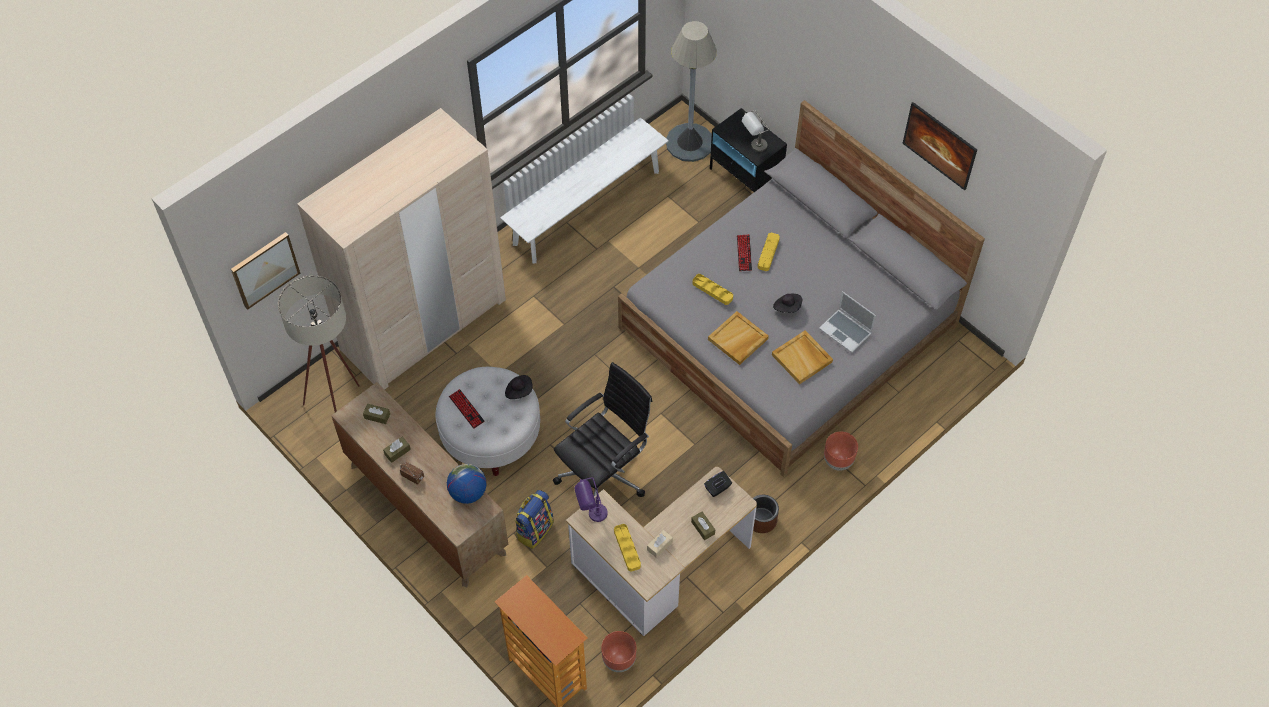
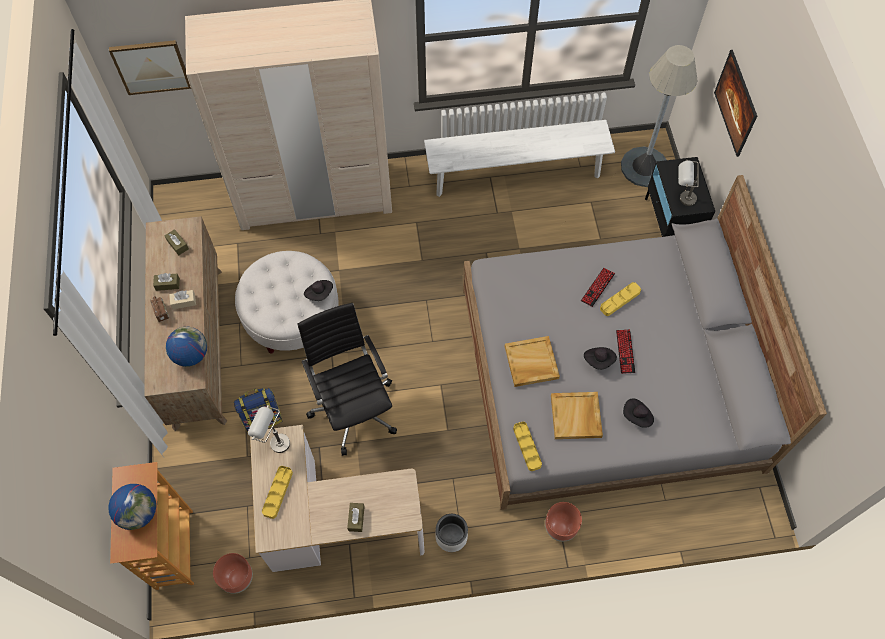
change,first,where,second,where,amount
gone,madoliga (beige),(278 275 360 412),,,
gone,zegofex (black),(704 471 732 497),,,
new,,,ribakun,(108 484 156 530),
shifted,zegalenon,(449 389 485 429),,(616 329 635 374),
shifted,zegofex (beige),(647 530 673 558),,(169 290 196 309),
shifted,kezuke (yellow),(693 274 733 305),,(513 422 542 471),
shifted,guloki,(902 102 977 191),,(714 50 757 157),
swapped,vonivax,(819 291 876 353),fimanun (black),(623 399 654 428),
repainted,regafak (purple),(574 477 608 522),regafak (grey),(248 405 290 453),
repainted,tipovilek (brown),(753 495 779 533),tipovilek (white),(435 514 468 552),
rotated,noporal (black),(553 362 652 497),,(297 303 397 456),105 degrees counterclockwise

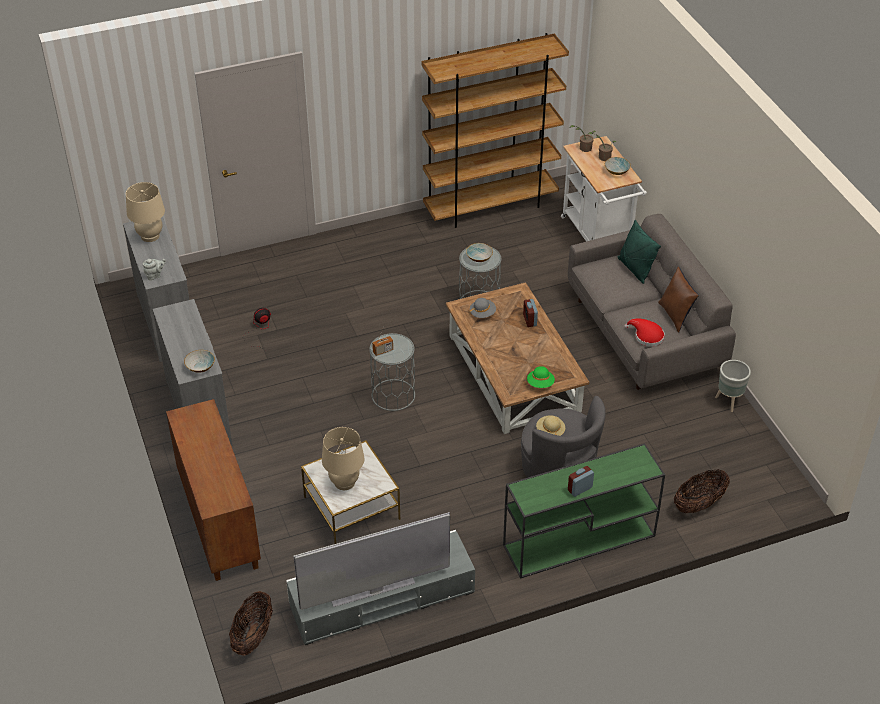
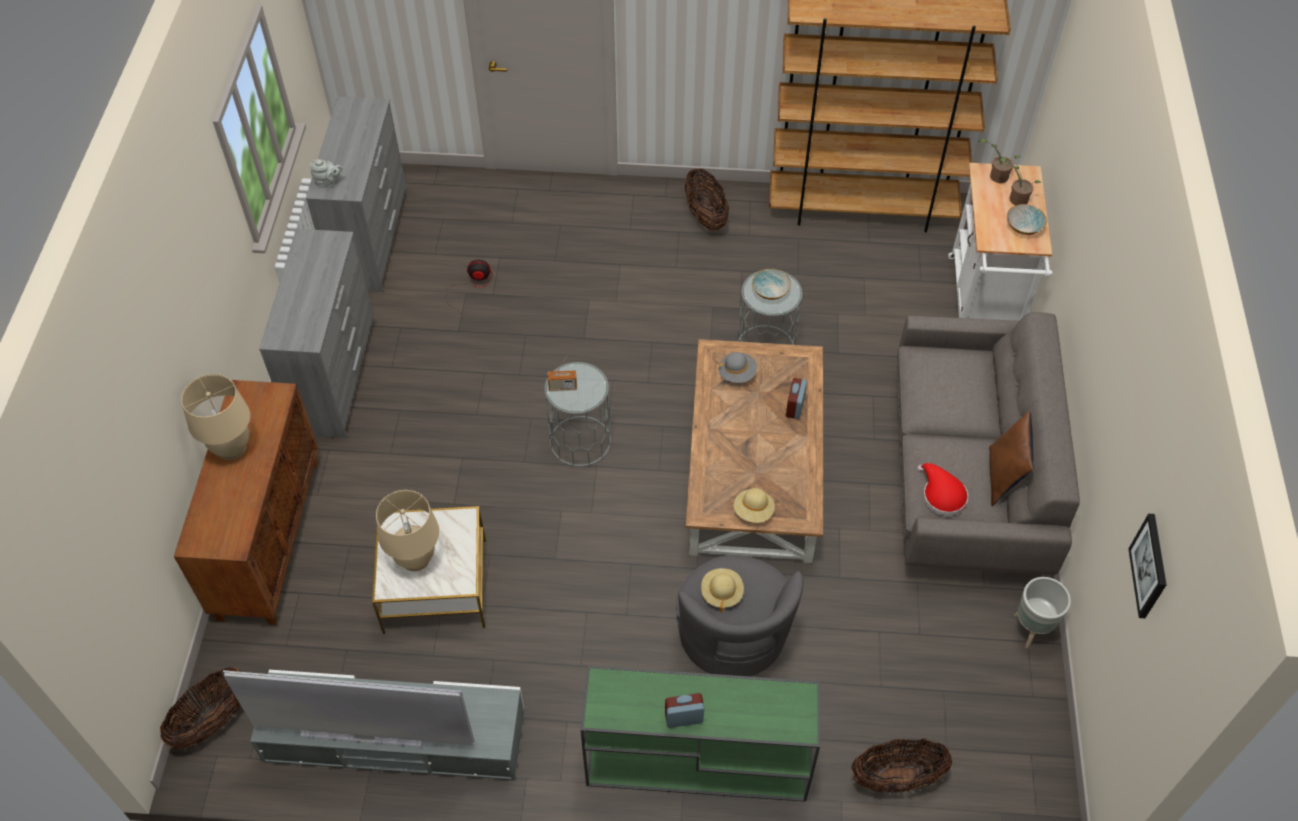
change,first,where,second,where,amount
gone,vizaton,(184 350 215 373),,,
gone,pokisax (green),(618 220 661 284),,,
new,,,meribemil,(685 168 729 231),
new,,,guloki,(1129 514 1167 618),
shifted,regafak (beige),(126 182 165 242),,(181 374 250 460),
repainted,fimanun (green),(527 366 555 388),fimanun (beige),(734 488 775 523),

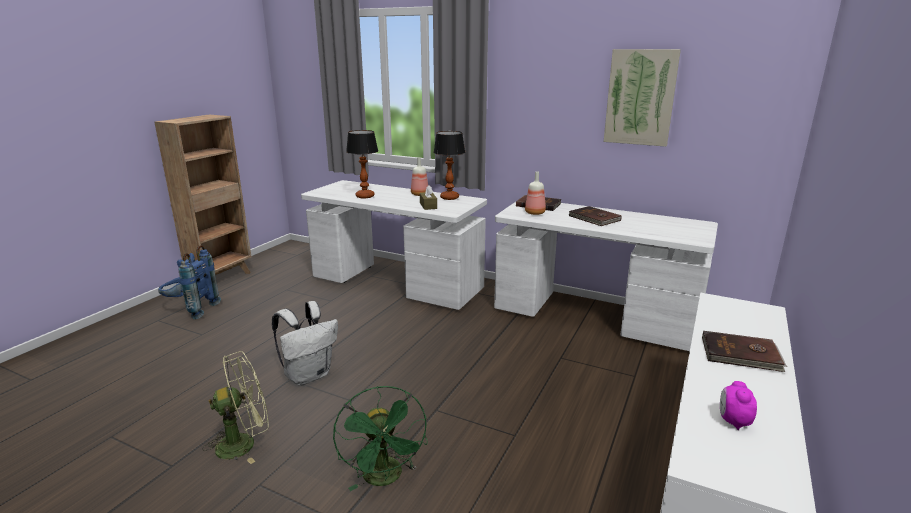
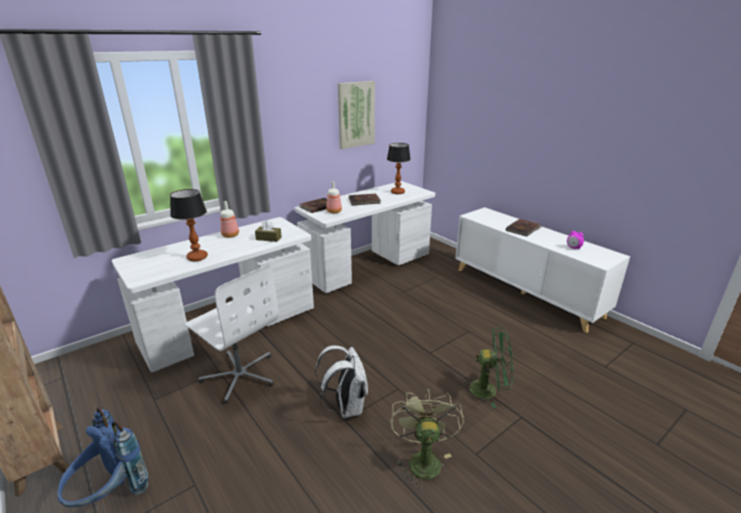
change,first,where,second,where,amount
new,,,noporal (white),(185 265 279 404),
shifted,regafak,(433 131 466 200),,(387 143 411 194),

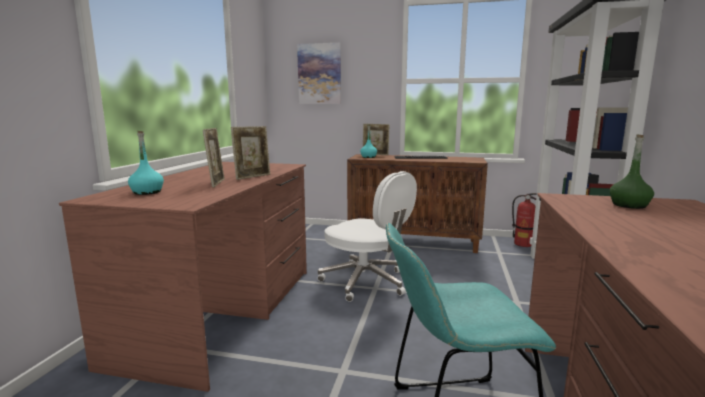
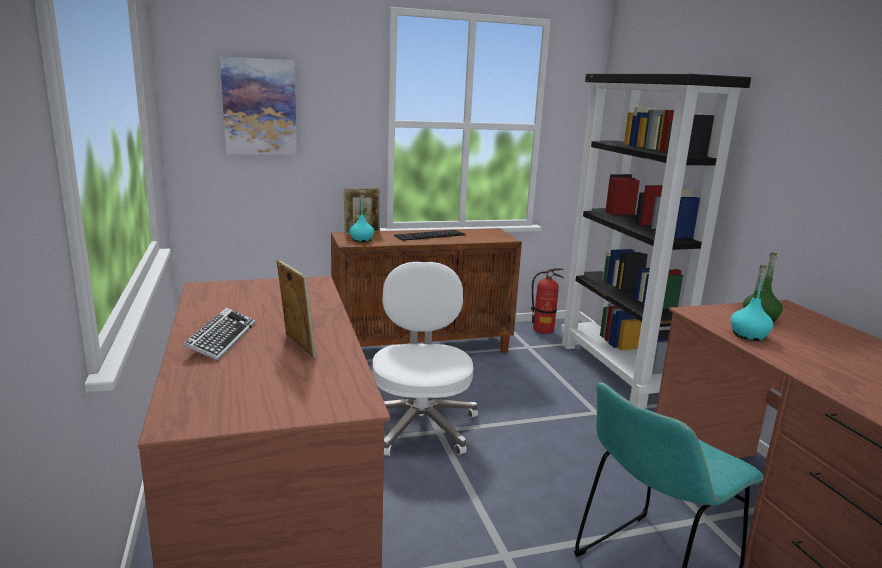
change,first,where,second,where,amount
gone,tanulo,(231 126 270 180),,,
new,,,zegalenon,(183 307 256 361),
shifted,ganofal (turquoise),(128 131 164 195),,(731 265 773 341),
rotated,noporal (white),(318 171 417 302),,(373 262 478 456),105 degrees counterclockwise

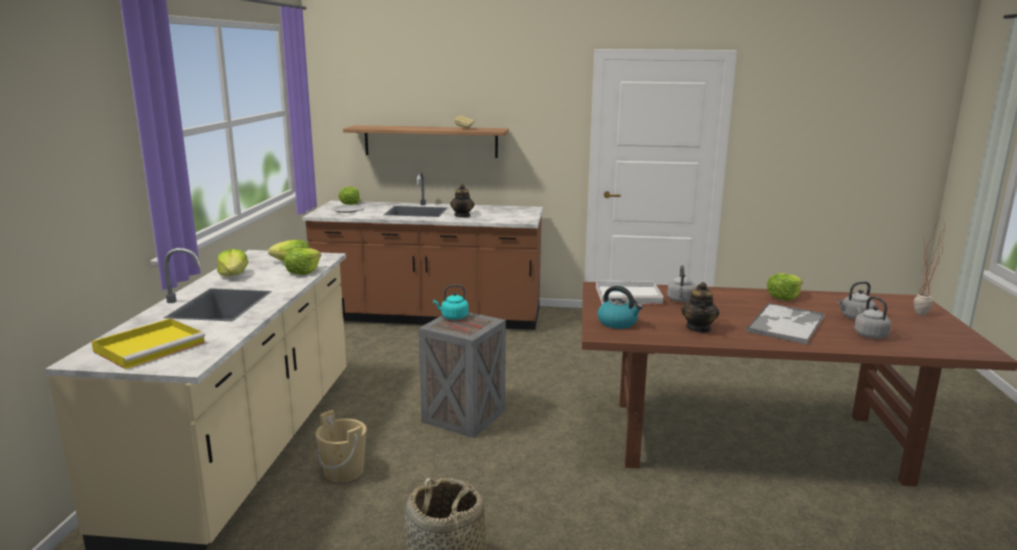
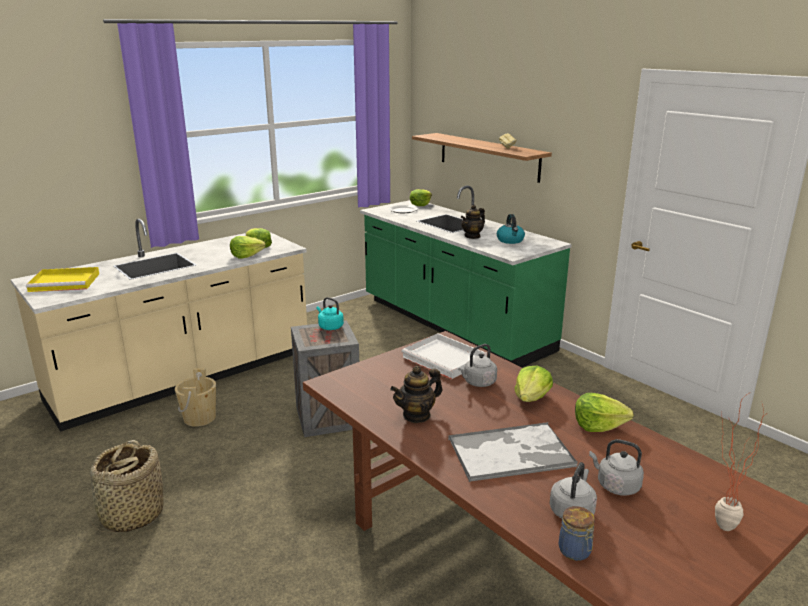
change,first,where,second,where,amount
new,,,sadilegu,(559 506 595 561),
shifted,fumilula,(217 249 248 277),,(515 366 553 402),
shifted,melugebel,(597 286 643 329),,(497 214 525 244),
repainted,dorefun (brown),(302 172 543 330),dorefun (green),(360 186 572 367),

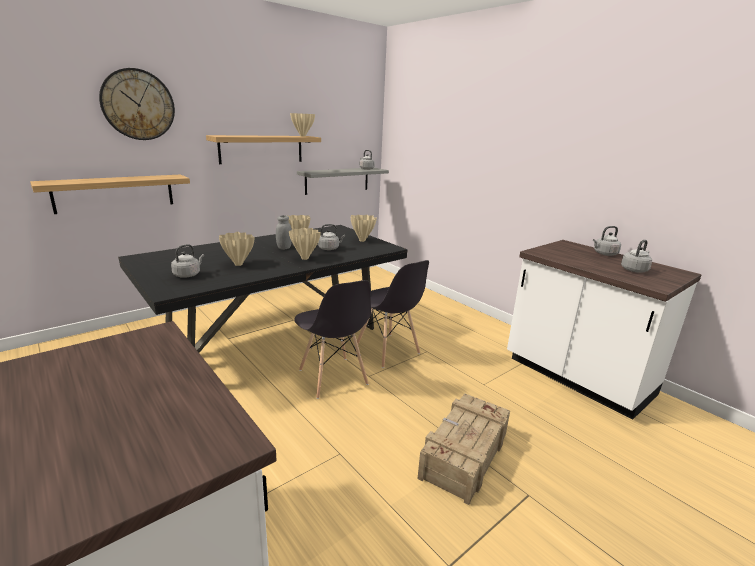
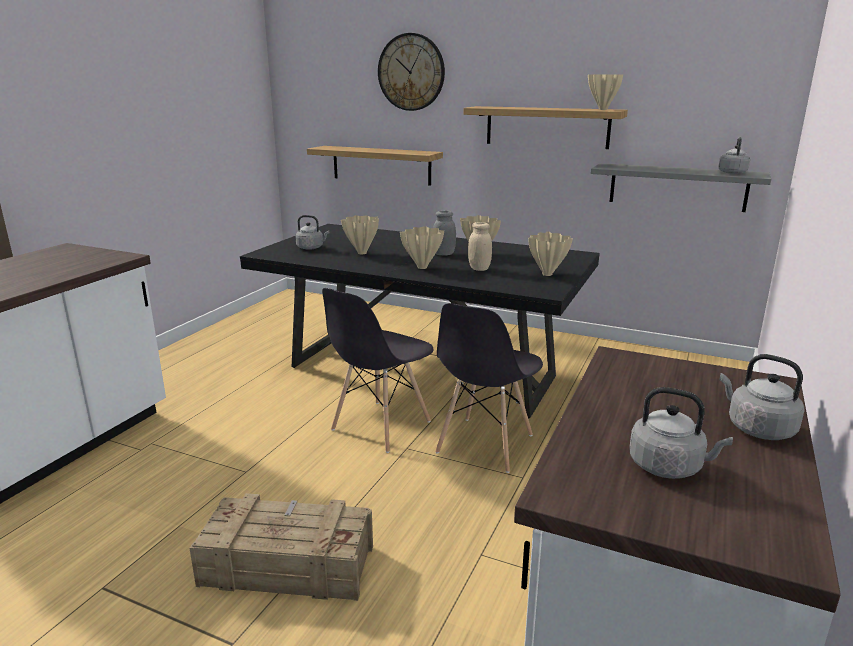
change,first,where,second,where,amount
swapped,melugebel (grey),(318 224 345 250),sadilegu (beige),(468 222 492 271),

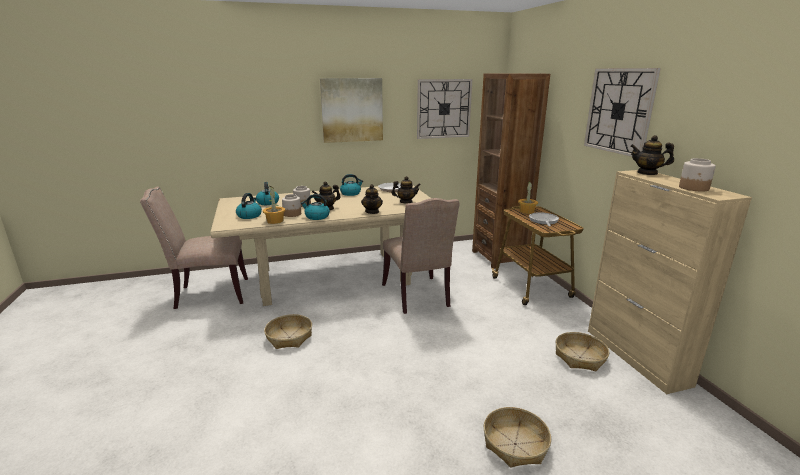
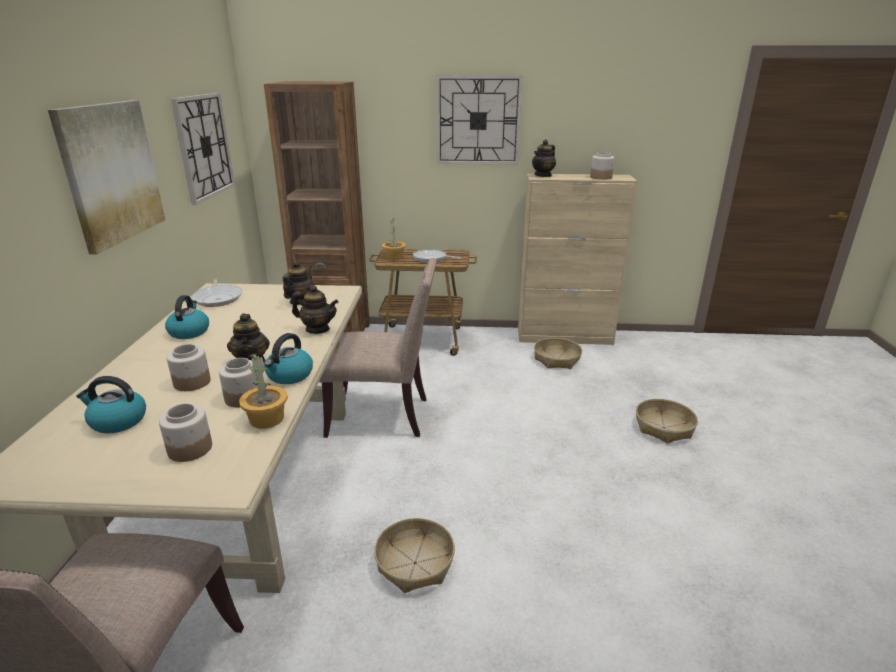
change,first,where,second,where,amount
swapped,melugebel,(236 193 262 219),sadilegu,(159 403 212 462),

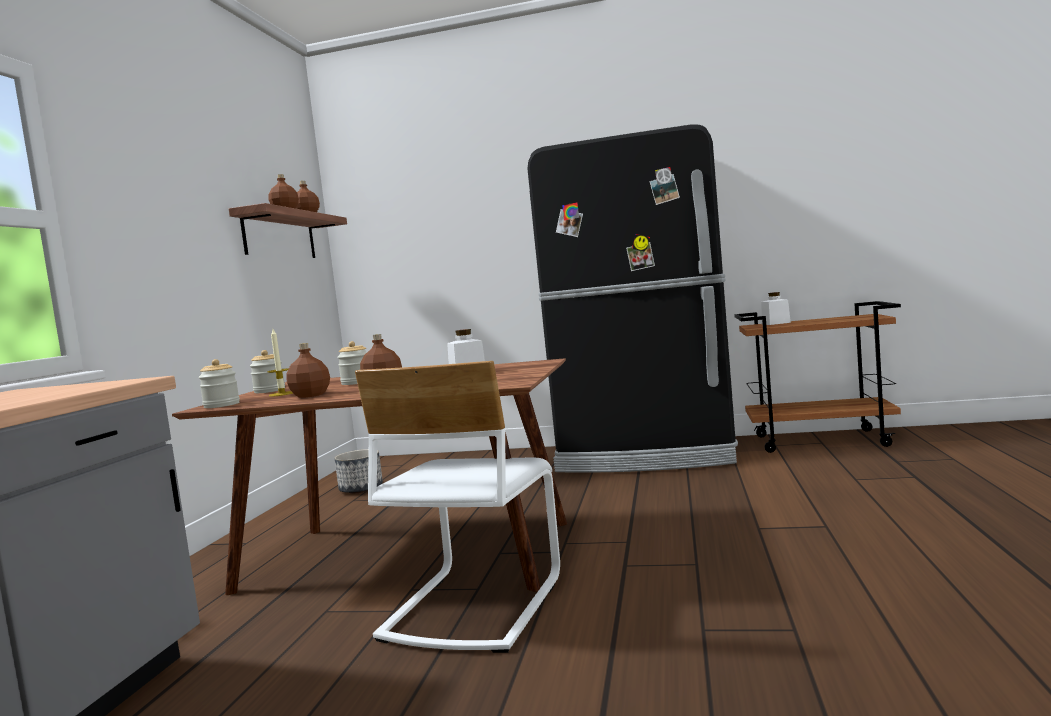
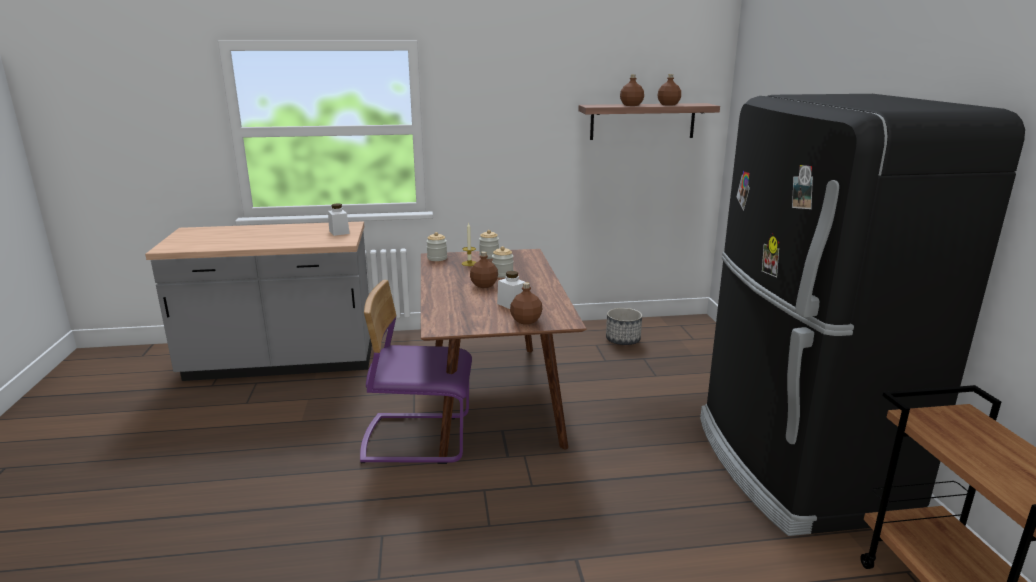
change,first,where,second,where,amount
shifted,ganofal (brown),(286 343 330 398),,(510 282 543 325),
shifted,sadilegu (white),(761 292 791 325),,(328 204 350 236),
repainted,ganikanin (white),(355 361 560 653),ganikanin (purple),(360 280 472 464),

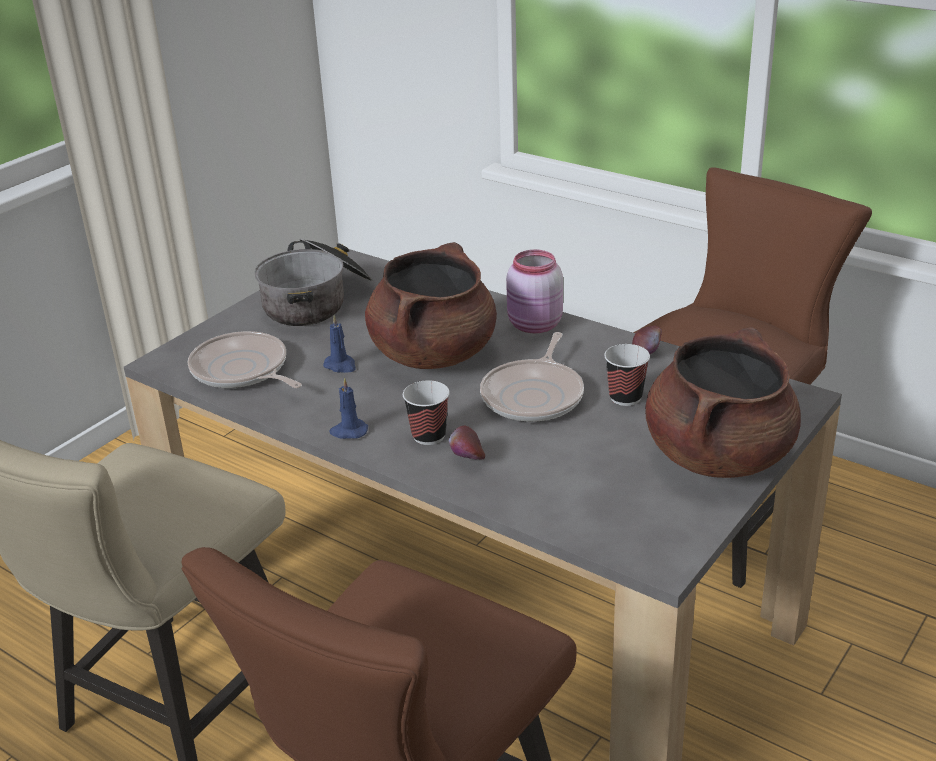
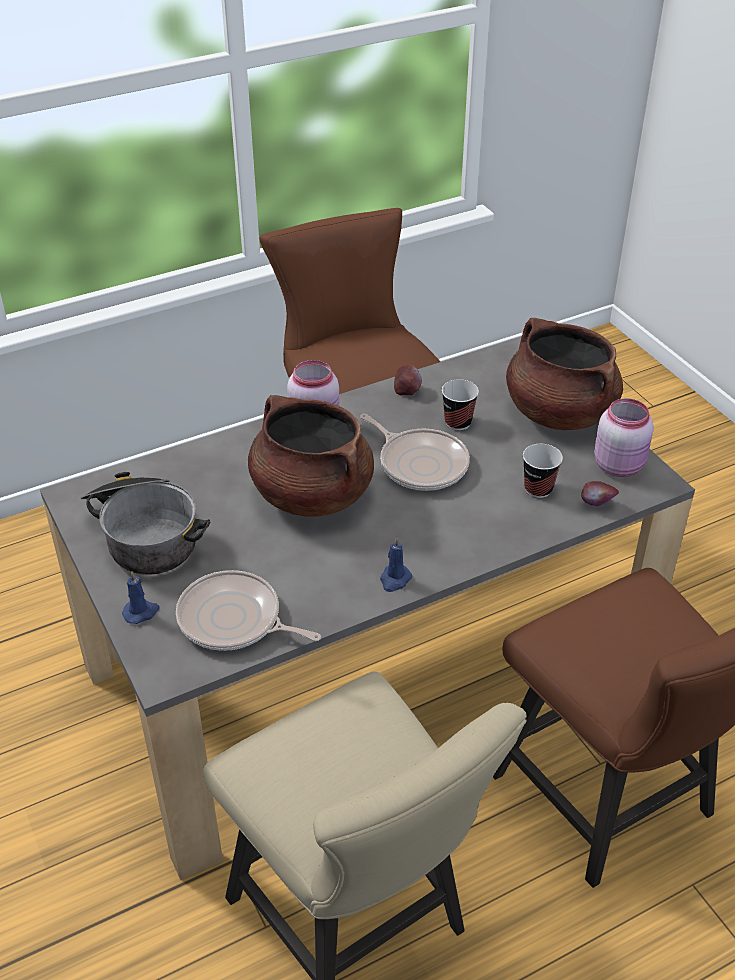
change,first,where,second,where,amount
new,,,sadilegu (pink),(594 398 654 477),
shifted,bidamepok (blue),(323 315 356 373),,(122 571 160 624),
shifted,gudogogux,(403 380 450 445),,(523 444 563 498),
shifted,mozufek,(449 425 485 460),,(581 481 619 506),
rotated,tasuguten,(187 331 302 388),,(176 570 321 651),45 degrees clockwise

